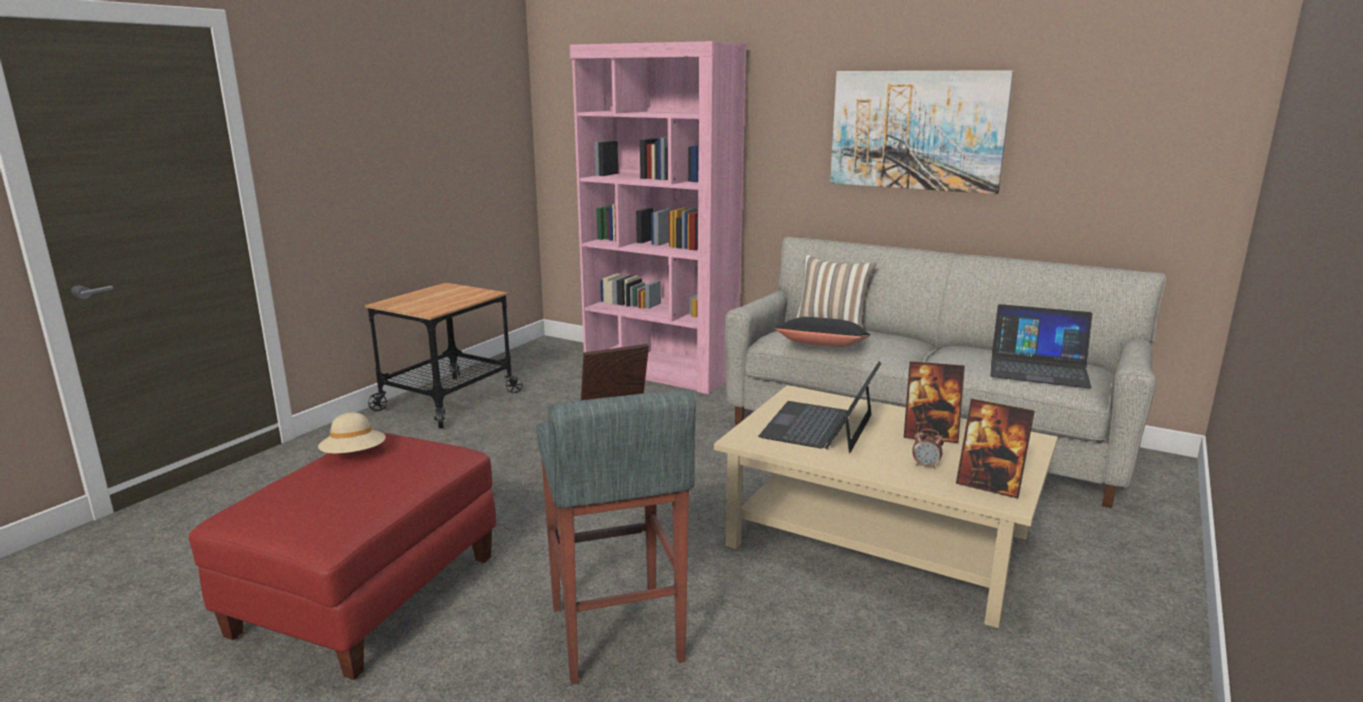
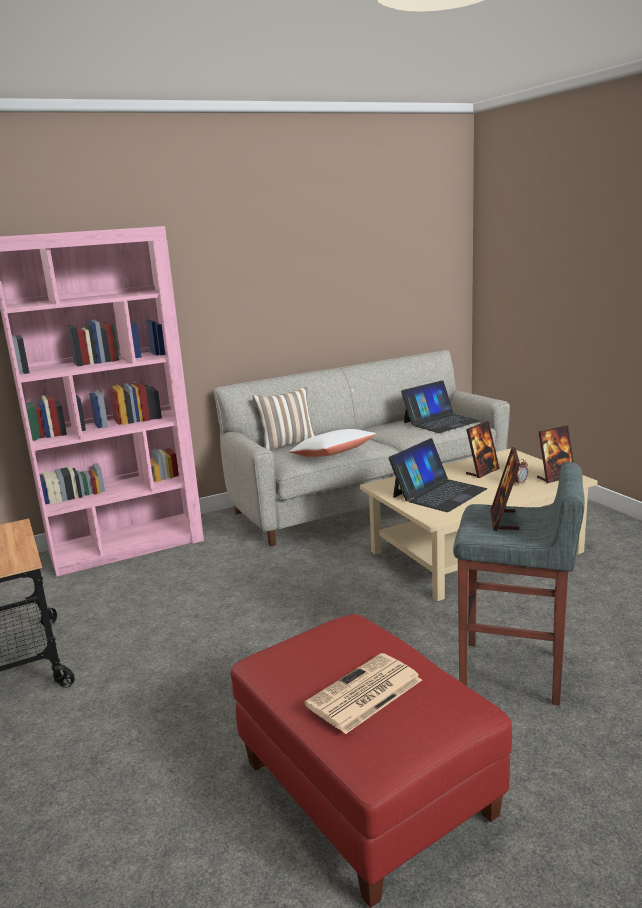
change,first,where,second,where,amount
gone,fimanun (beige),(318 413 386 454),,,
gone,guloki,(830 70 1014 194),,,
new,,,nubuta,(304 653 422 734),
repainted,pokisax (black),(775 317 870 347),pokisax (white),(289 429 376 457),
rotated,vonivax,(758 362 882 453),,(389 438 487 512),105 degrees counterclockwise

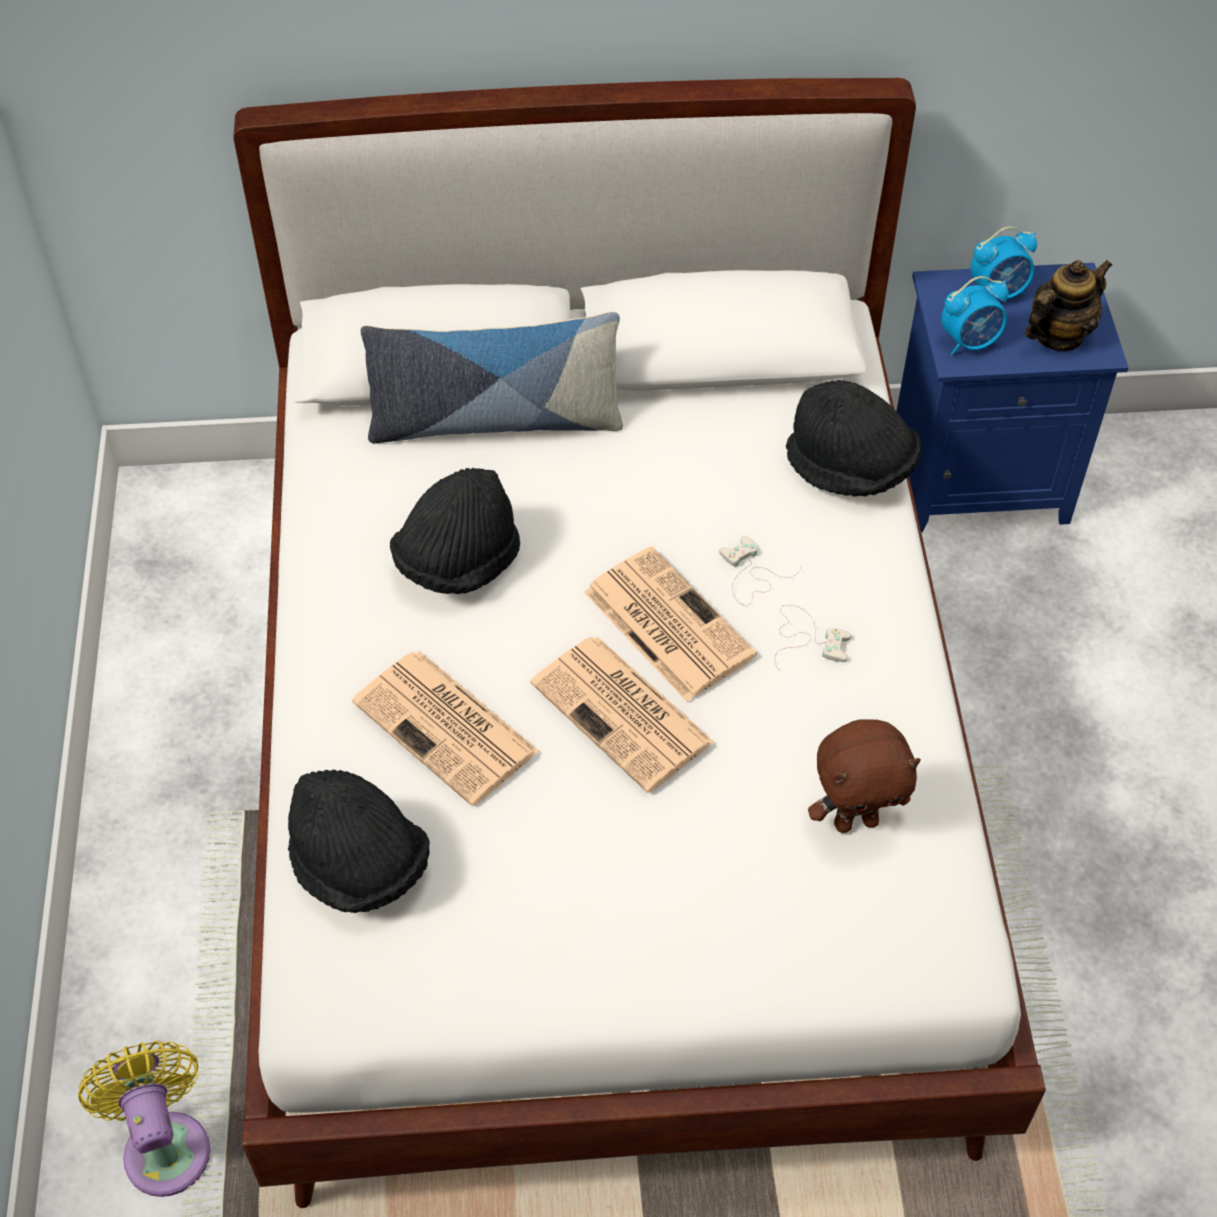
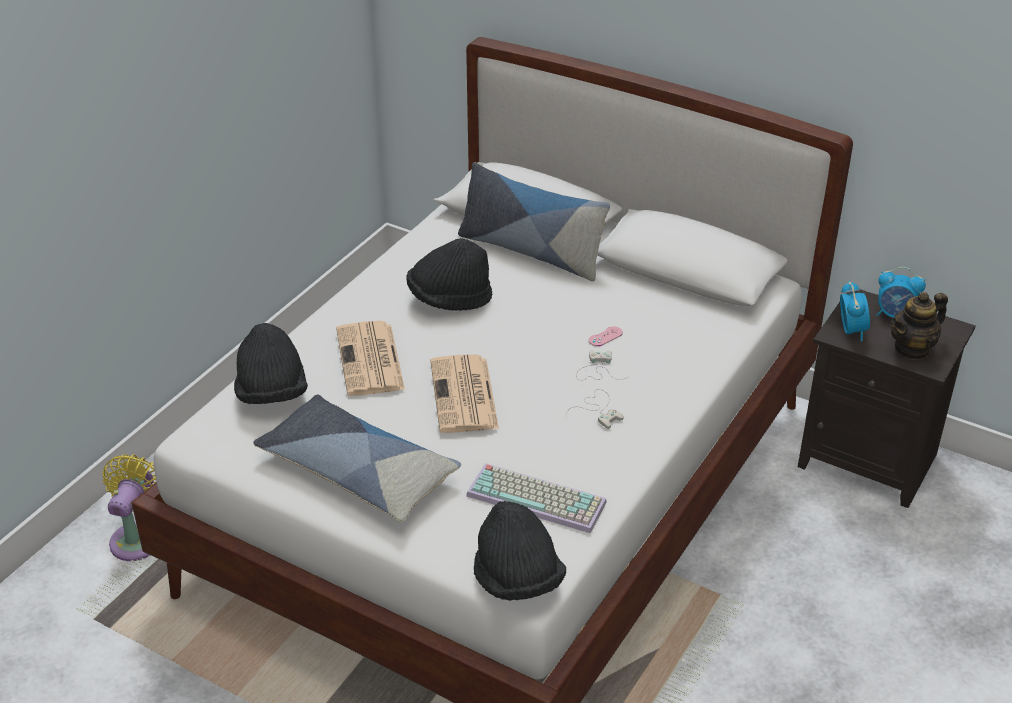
change,first,where,second,where,amount
gone,nubuta,(584 546 757 702),,,
new,,,pokisax,(253 394 461 522),
new,,,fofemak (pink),(589 326 623 346),
shifted,fimanun (black),(786 380 921 496),,(474 501 566 601),
swapped,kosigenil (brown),(808 719 921 833),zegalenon,(466 463 607 534),
repainted,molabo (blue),(896 263 1129 532),molabo (black),(798 289 976 508),
rotated,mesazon,(941 276 1009 355),,(840 281 870 342),105 degrees counterclockwise
rotated,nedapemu,(1025 260 1113 351),,(891 292 948 360),150 degrees clockwise

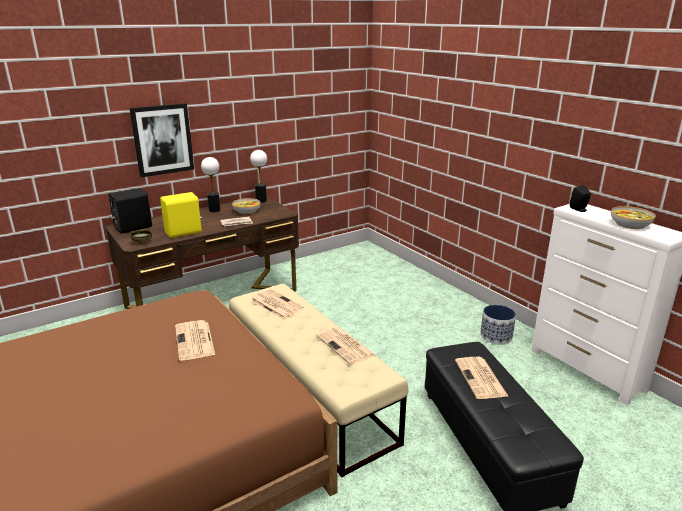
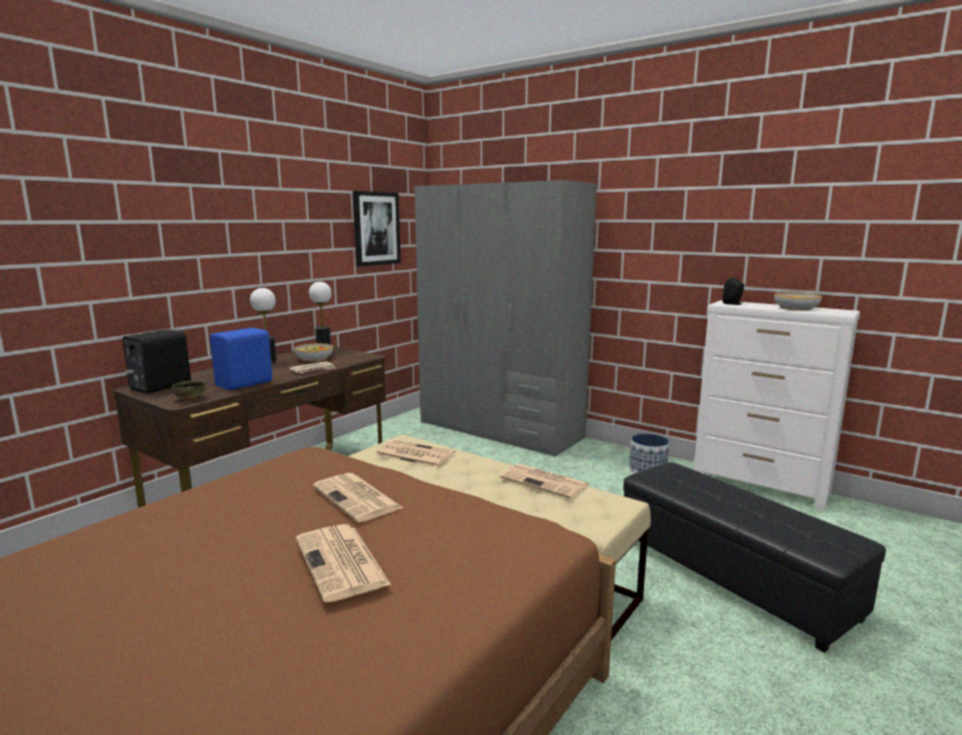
change,first,where,second,where,amount
new,,,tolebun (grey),(414 180 597 457),
shifted,guloki,(130 103 194 177),,(353 191 401 267),
shifted,nubuta,(455 357 509 399),,(296 524 391 602),
repainted,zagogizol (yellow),(160 192 202 238),zagogizol (blue),(210 328 273 390),

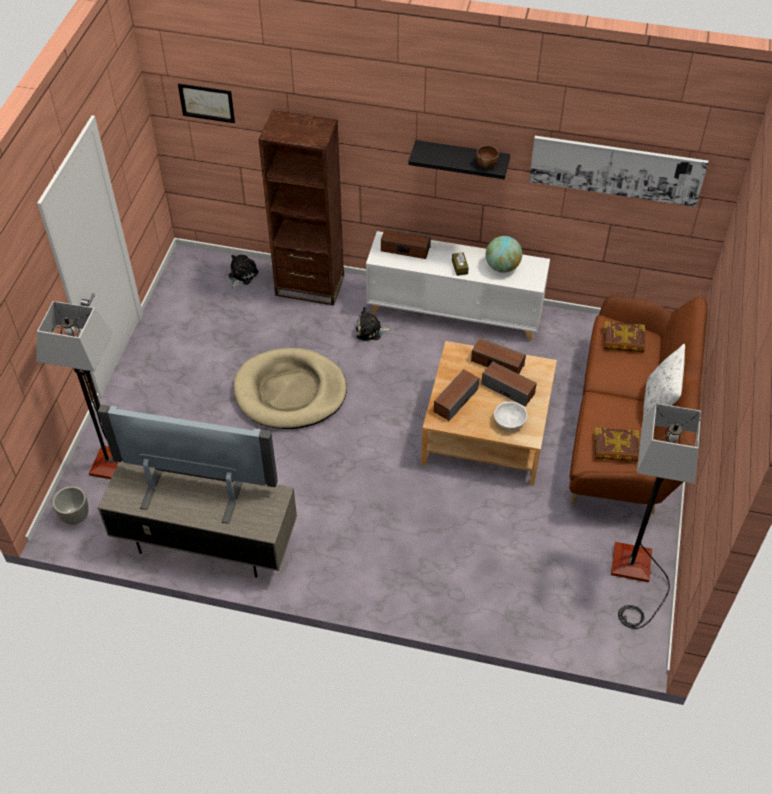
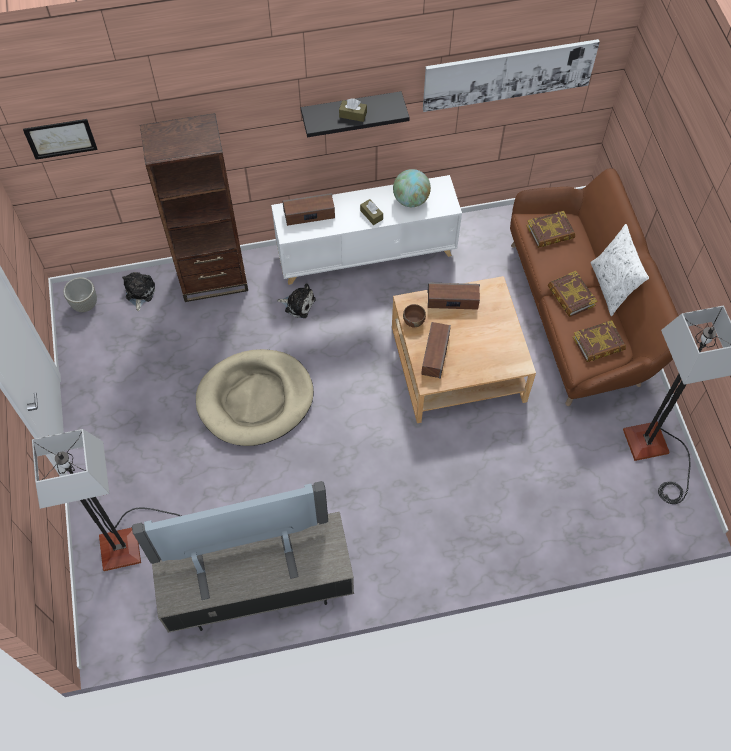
change,first,where,second,where,amount
gone,zagogizol,(481 361 537 406),,,
gone,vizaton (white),(494 402 527 430),,,
new,,,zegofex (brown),(339 98 367 122),
new,,,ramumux,(548 271 597 317),
shifted,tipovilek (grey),(53 486 89 525),,(63 277 97 312),
shifted,vizaton (brown),(476 145 499 169),,(403 304 426 327),
rotated,kosigenil,(356 307 392 341),,(277 283 316 318),135 degrees counterclockwise

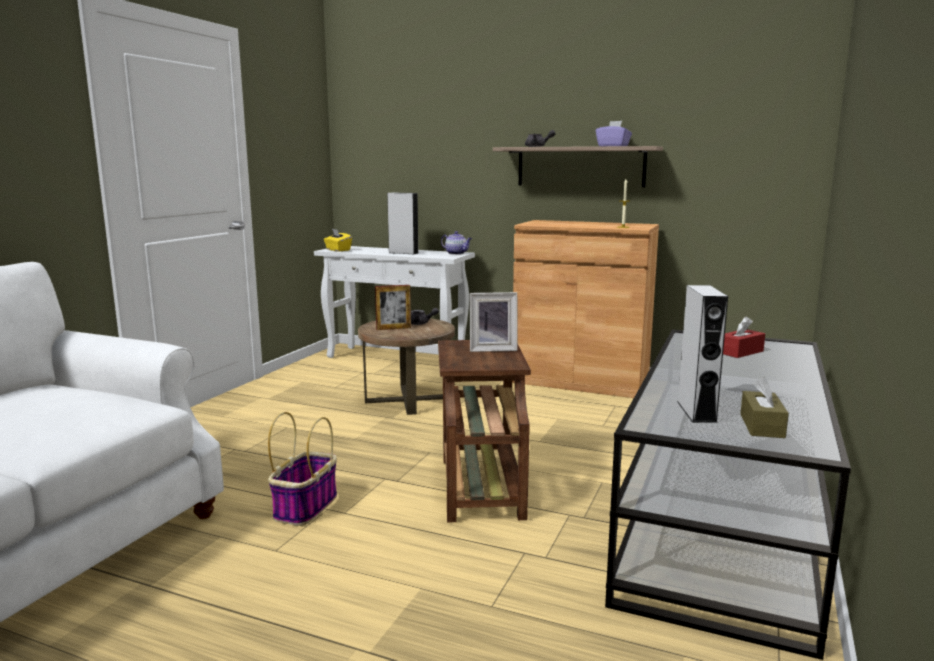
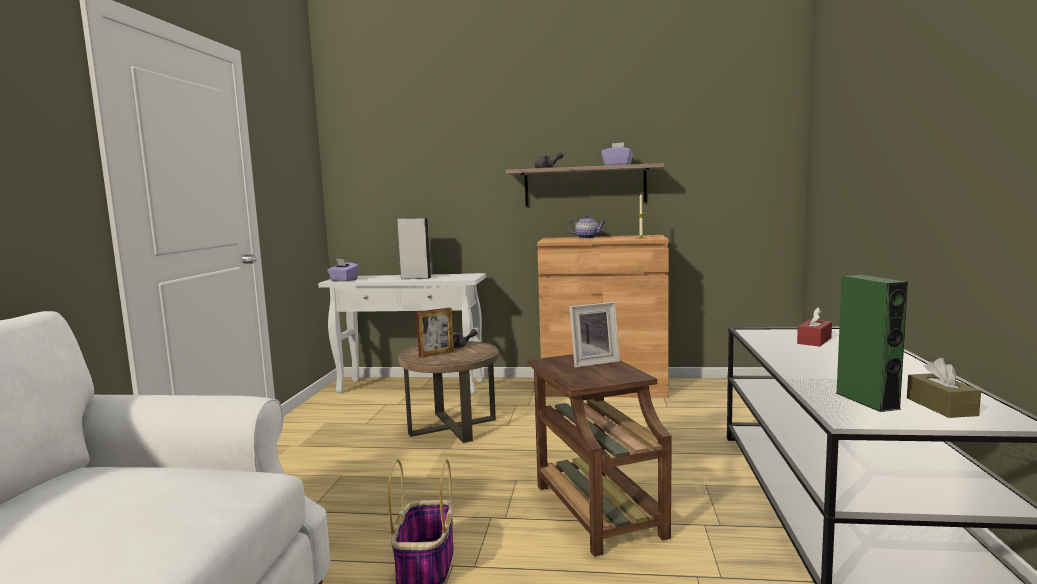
change,first,where,second,where,amount
shifted,nedapemu,(441 231 472 255),,(568 215 605 239),
repainted,zegofex (yellow),(324 229 352 251),zegofex (purple),(327 259 359 282),
repainted,zagogizol (grey),(677 285 728 423),zagogizol (green),(836 275 908 412),

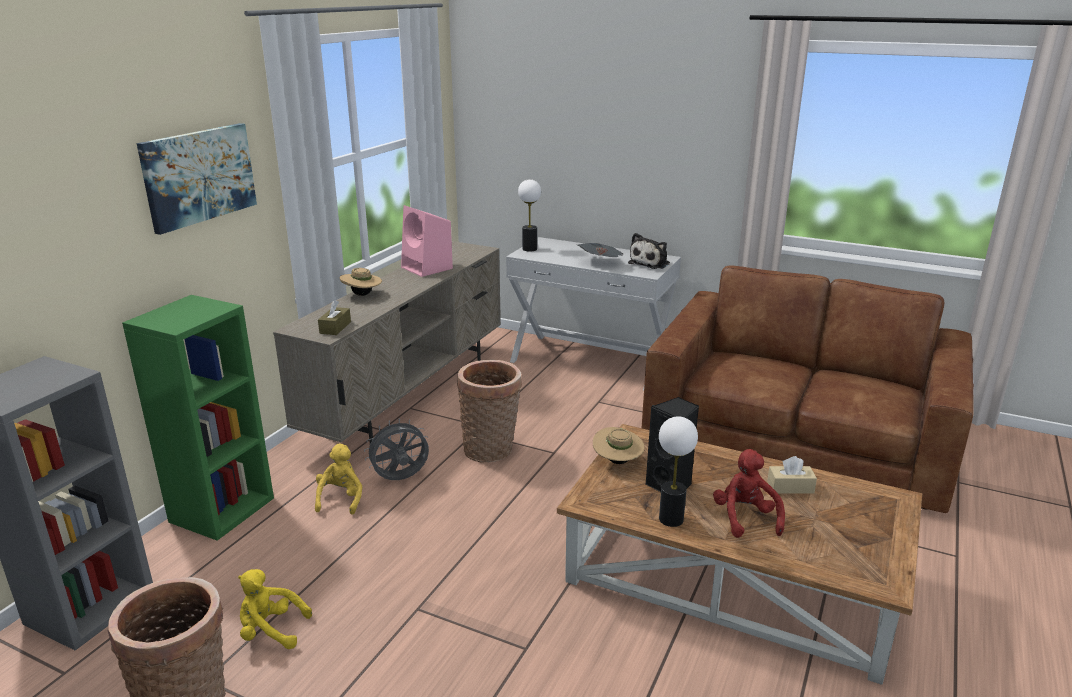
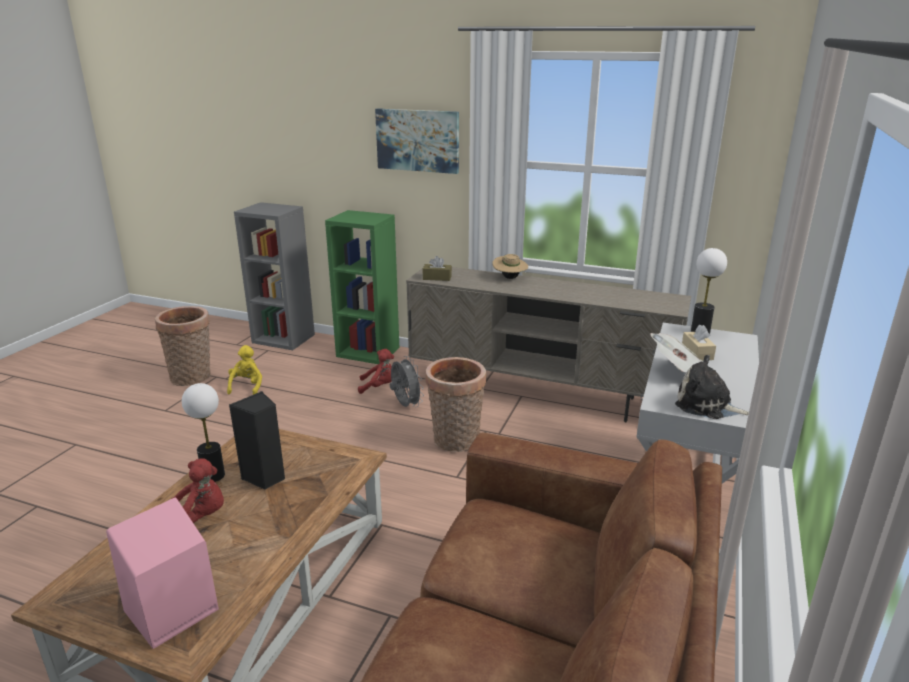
change,first,where,second,where,amount
gone,fimanun (beige),(593 427 645 464),,,
shifted,zagogizol (pink),(401 205 453 277),,(106 498 219 649),
shifted,zegofex (beige),(767 456 817 494),,(682 325 716 361),
repainted,kosigenil (yellow),(315 444 362 515),kosigenil (red),(358 349 394 394),

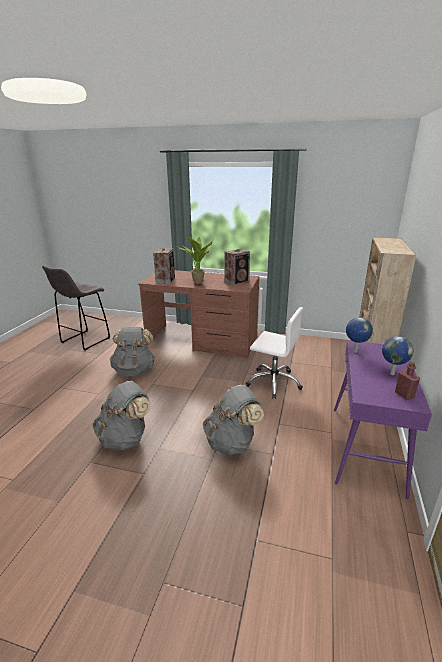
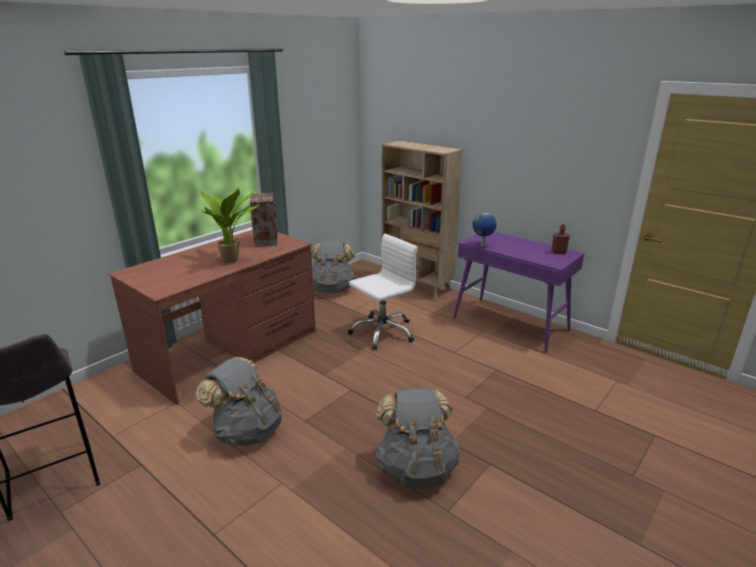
change,first,where,second,where,amount
gone,zagogizol,(153 248 175 284),,,
gone,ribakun,(382 336 414 375),,,
shifted,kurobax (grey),(203 385 264 455),,(311 241 356 293),

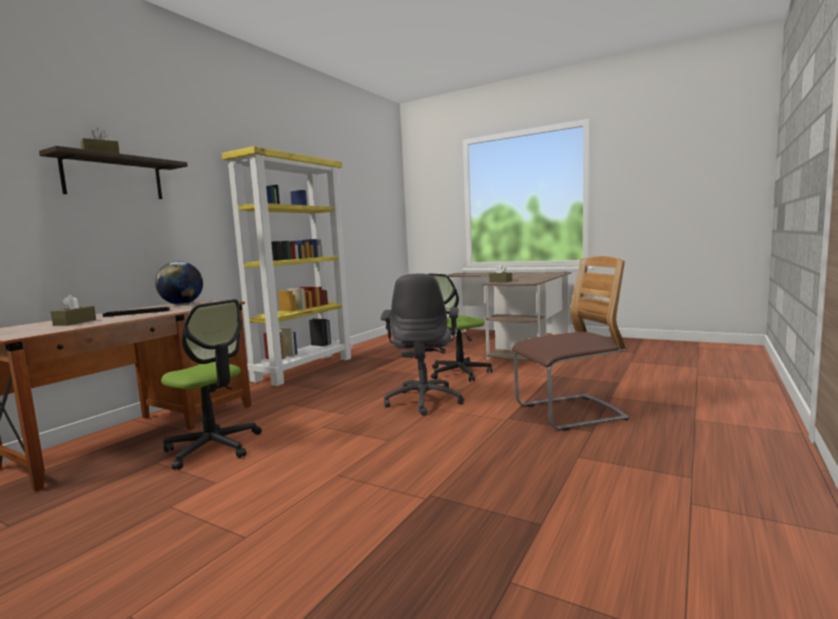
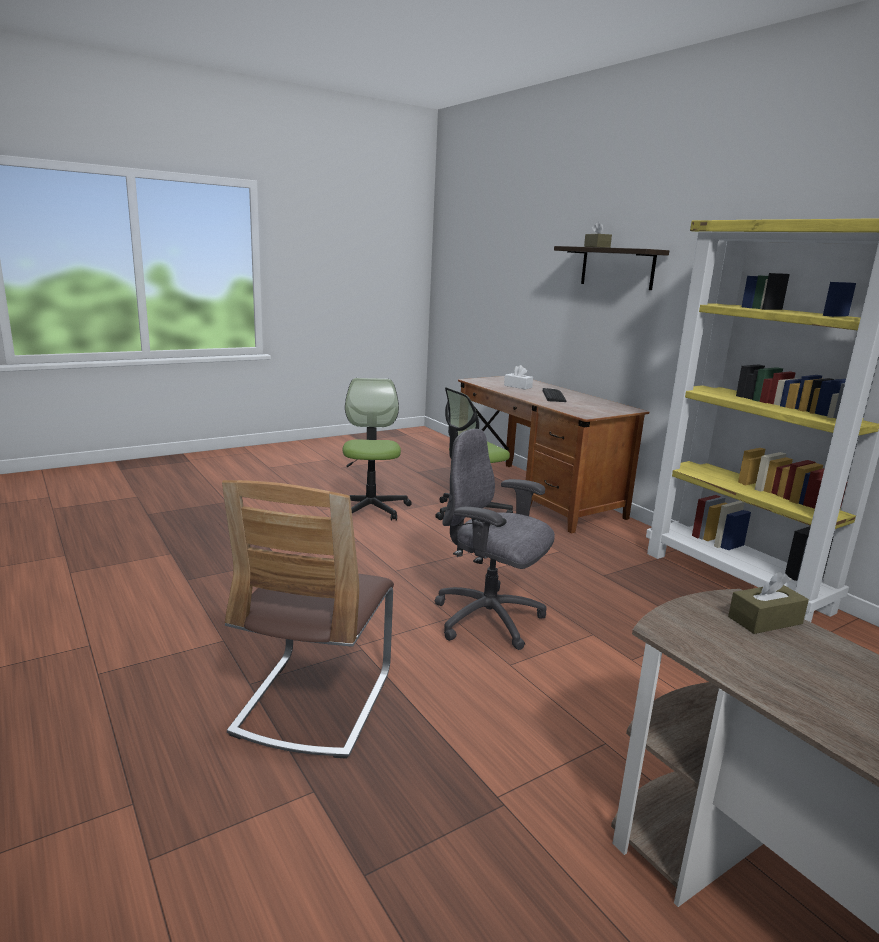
change,first,where,second,where,amount
gone,ribakun,(155 261 203 305),,,
shifted,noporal,(429 273 492 382),,(343 378 412 521),
repainted,zegofex (brown),(51 295 96 326),zegofex (white),(504 365 533 390),

